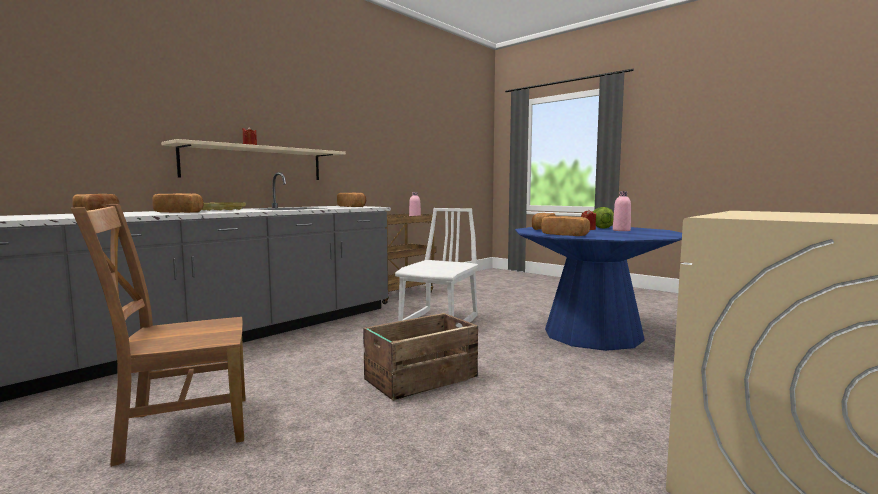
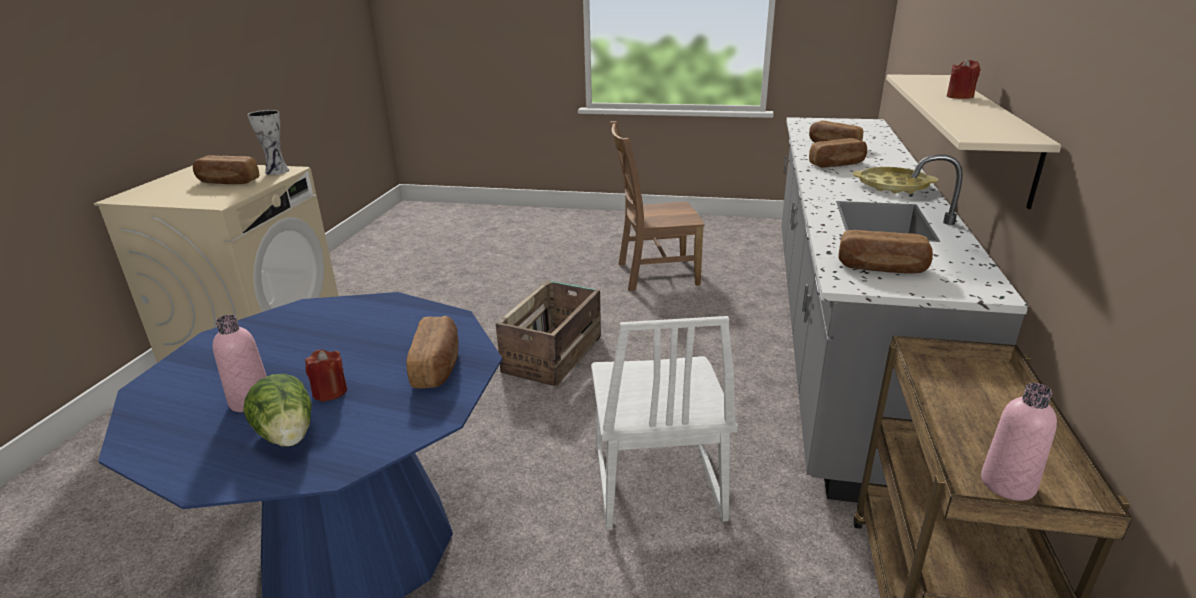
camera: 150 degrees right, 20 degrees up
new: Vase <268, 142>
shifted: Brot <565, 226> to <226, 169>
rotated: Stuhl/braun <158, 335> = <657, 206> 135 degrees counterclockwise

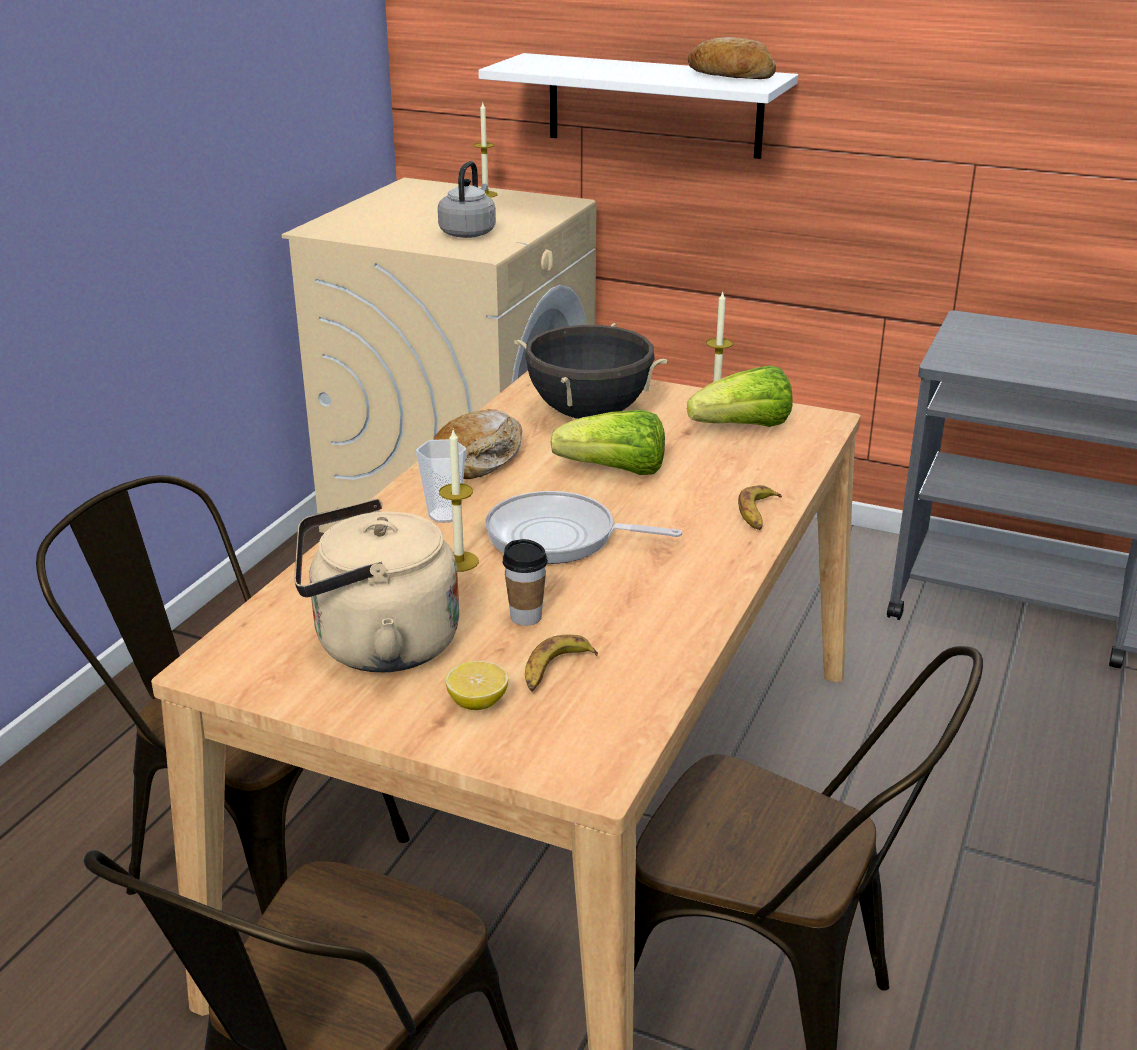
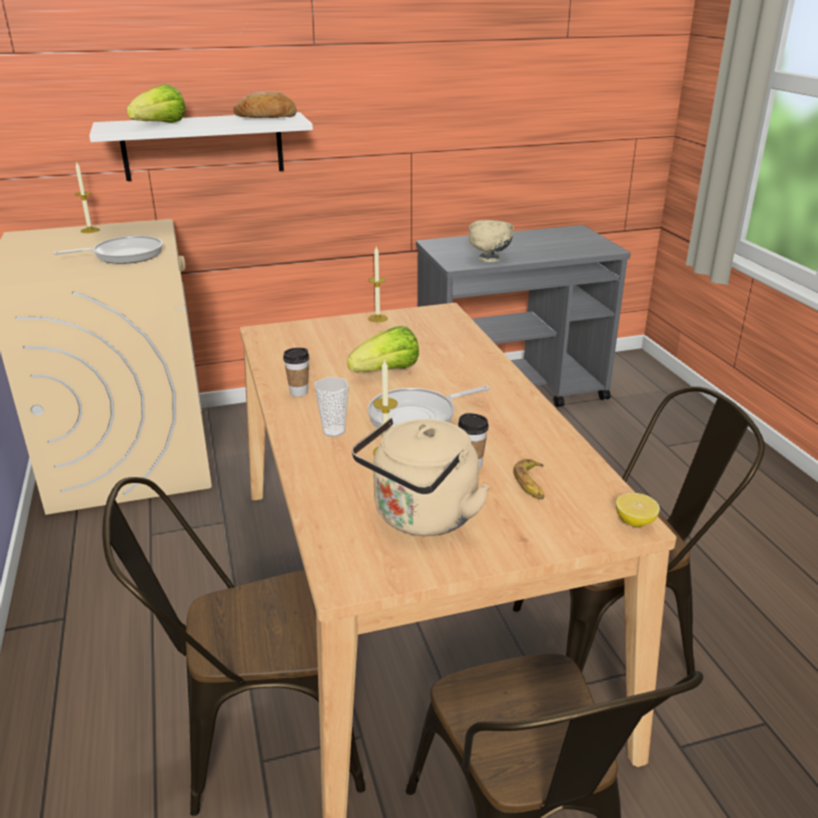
camera: 40 degrees left, 0 degrees up
gone: Kochtopf/schwarz <591, 371>; Banane <760, 507>
new: Schüssel/beige <491, 241>
shifted: Zitrone <476, 685> to <638, 510>; Salatkopf <739, 396> to <156, 103>
swapped: Brot <477, 444> to Tasse <296, 372>; Wasserkessel/grau <467, 199> to Pfanne <108, 250>

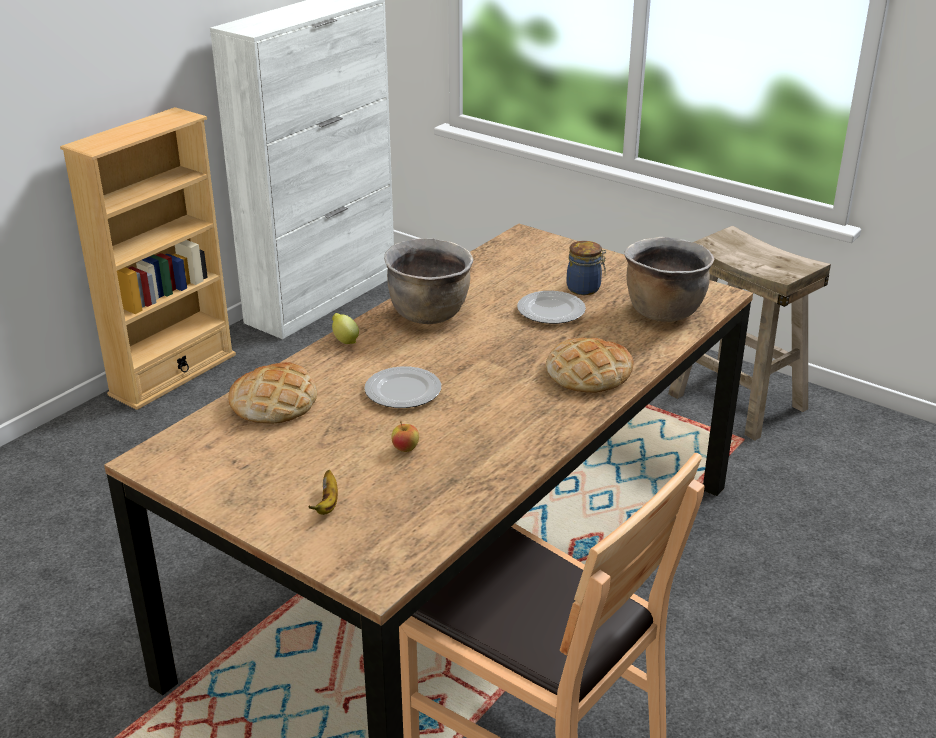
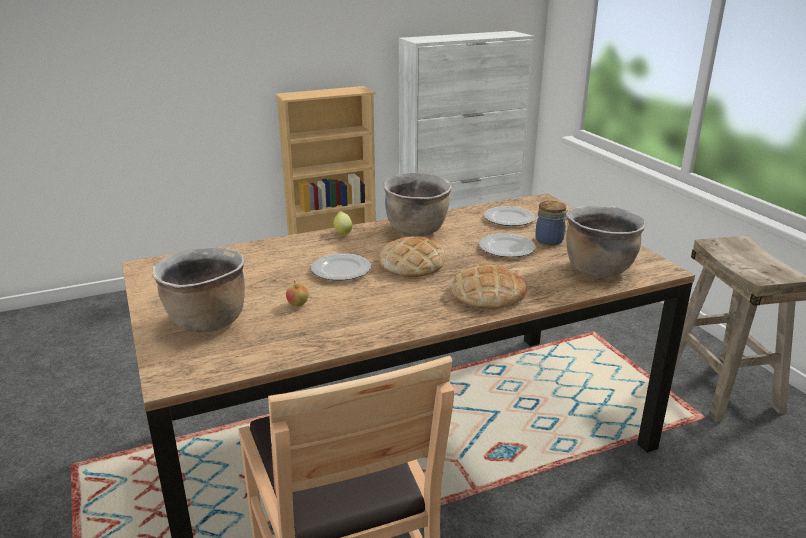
camera: 30 degrees right, 5 degrees down
new: Teller <509, 216>
shifted: Brot <272, 393> to <412, 256>
swapped: Banane <323, 492> to Kochtopf/braun <198, 289>

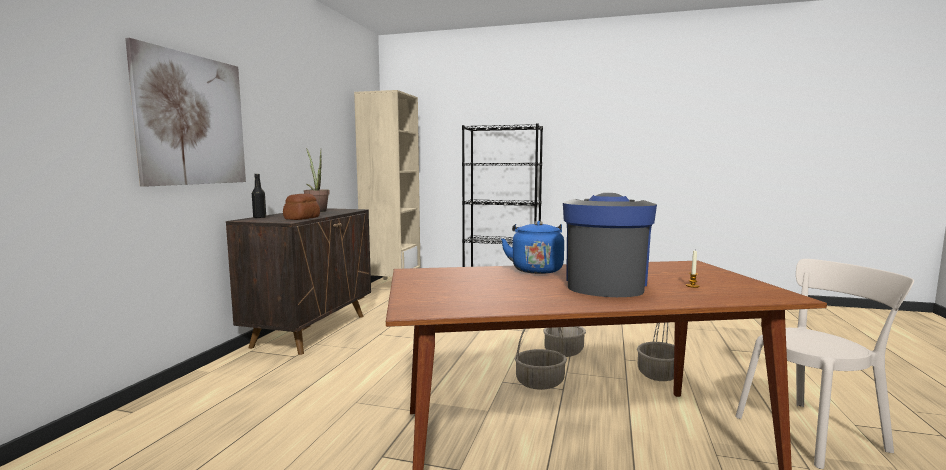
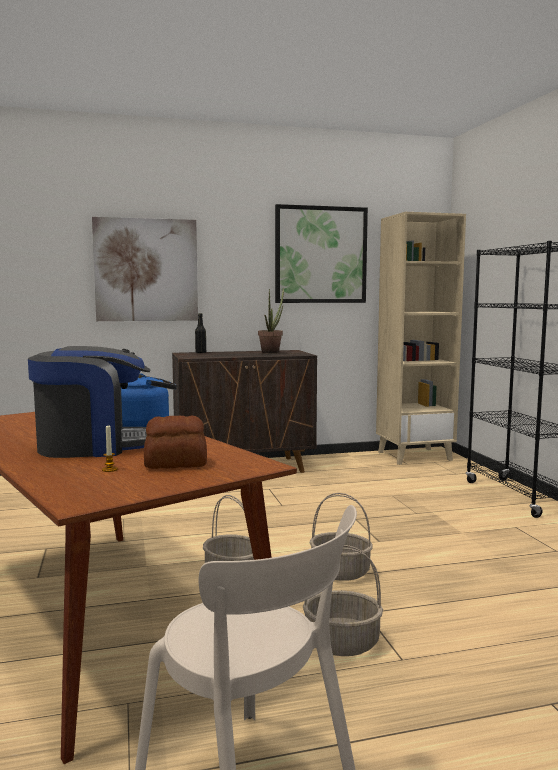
camera: 60 degrees right, 0 degrees up
new: Bild <321, 253>
shifted: Brot <301, 207> to <175, 442>

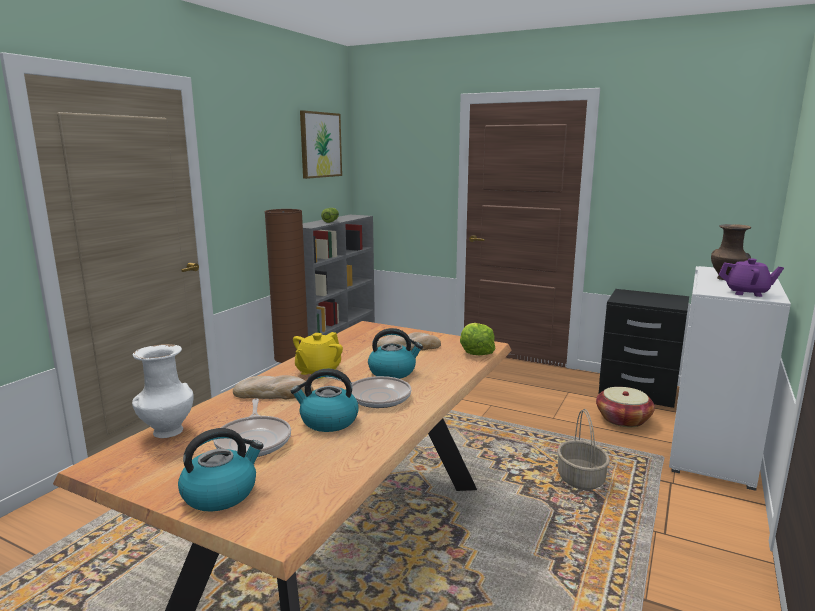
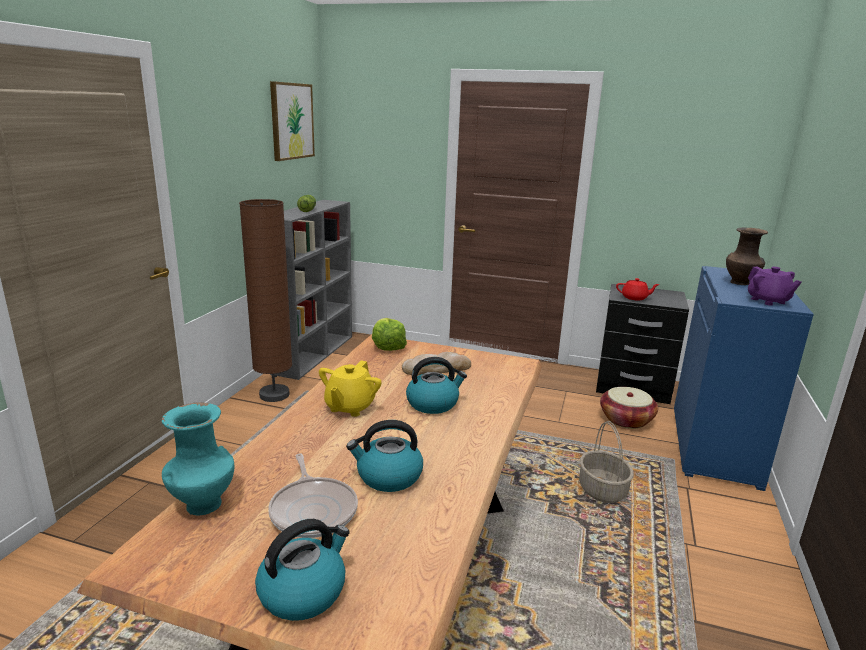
camera: 10 degrees left, 5 degrees up
gone: Brot <273, 387>; Pfanne <368, 392>
new: Teekanne/rot <638, 289>
shifted: Salatkopf <478, 339> to <389, 334>
repainted: Vase/weiß <163, 391> to Vase/türkis <198, 459>; Schrank/weiß <730, 378> to Schrank/blau <744, 378>
rotated: Teekanne/lila <751, 277> = <775, 286> 60 degrees clockwise

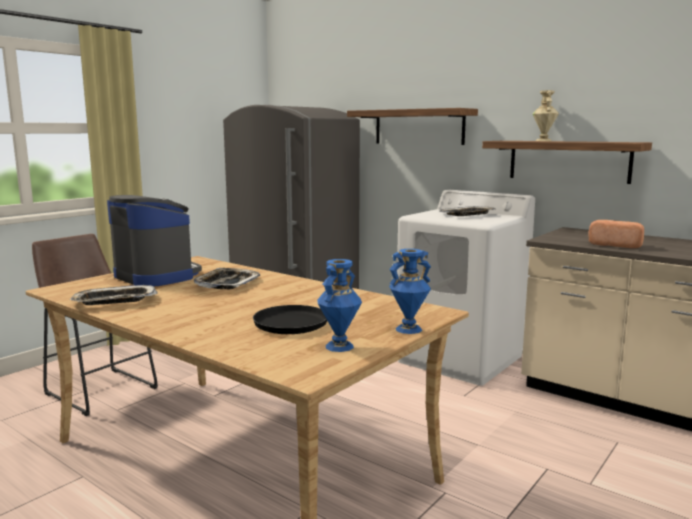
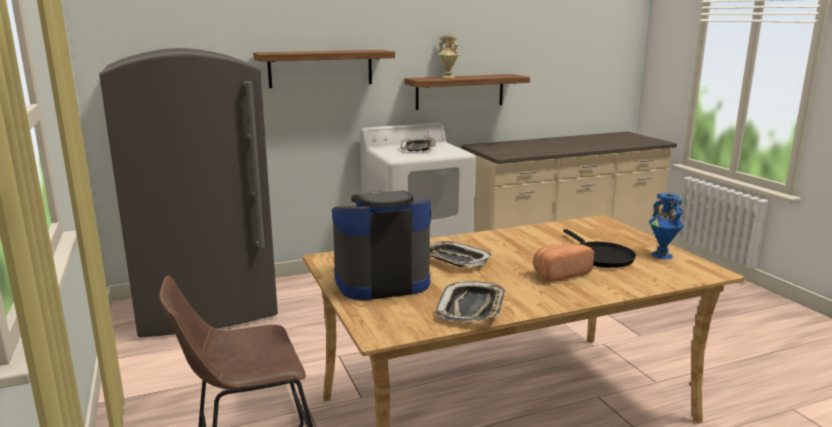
camera: 60 degrees left, 5 degrees up
gone: Vase/blau <410, 291>
shifted: Brot <616, 234> to <563, 262>

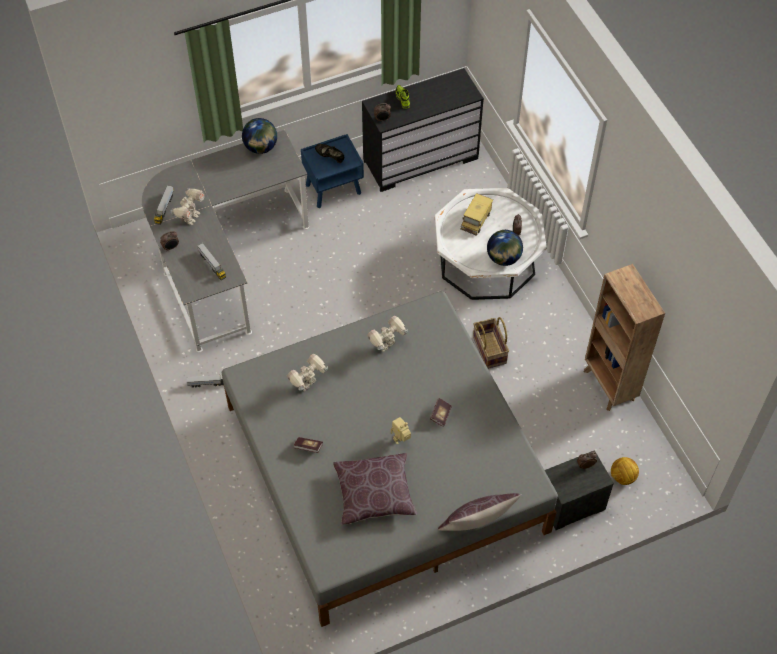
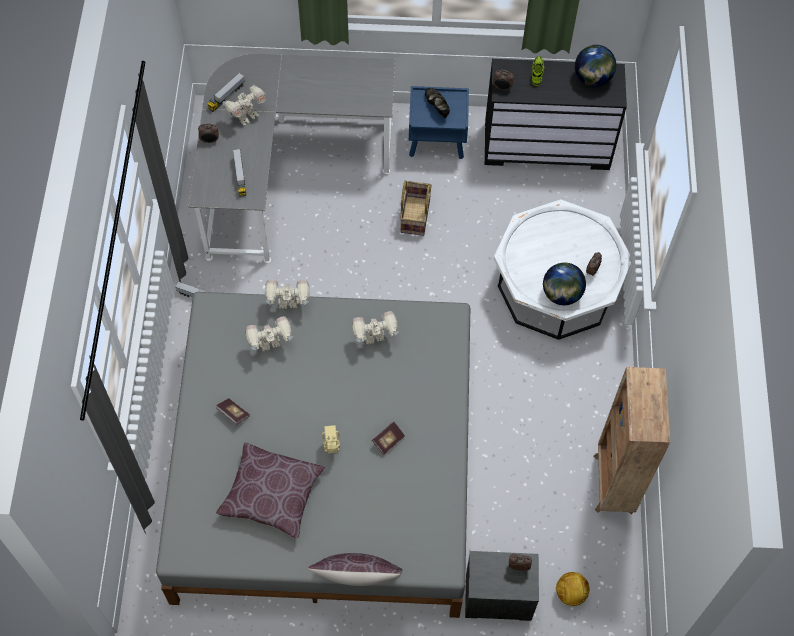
camera: 25 degrees right, 5 degrees up
gone: Spielzeuglaster <476, 214>
new: Spielzeugroboter <287, 294>
shifted: Globus <259, 136> to <595, 66>; Korb <491, 343> to <416, 208>

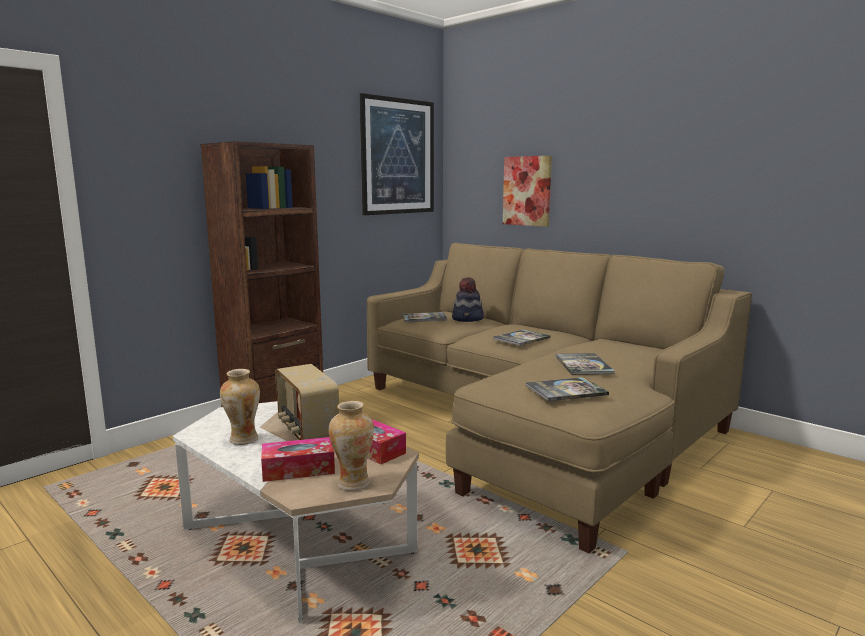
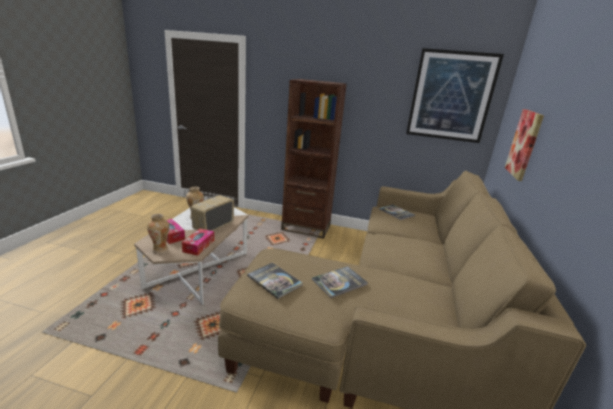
camera: 60 degrees right, 10 degrees up
gone: Hut <468, 299>; Buch <522, 337>

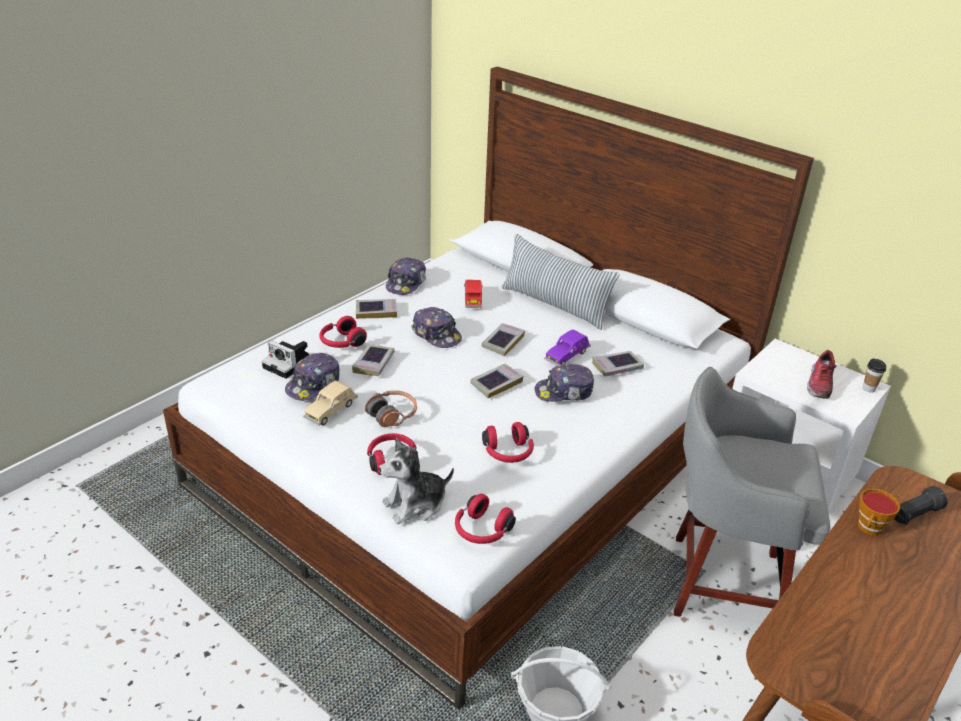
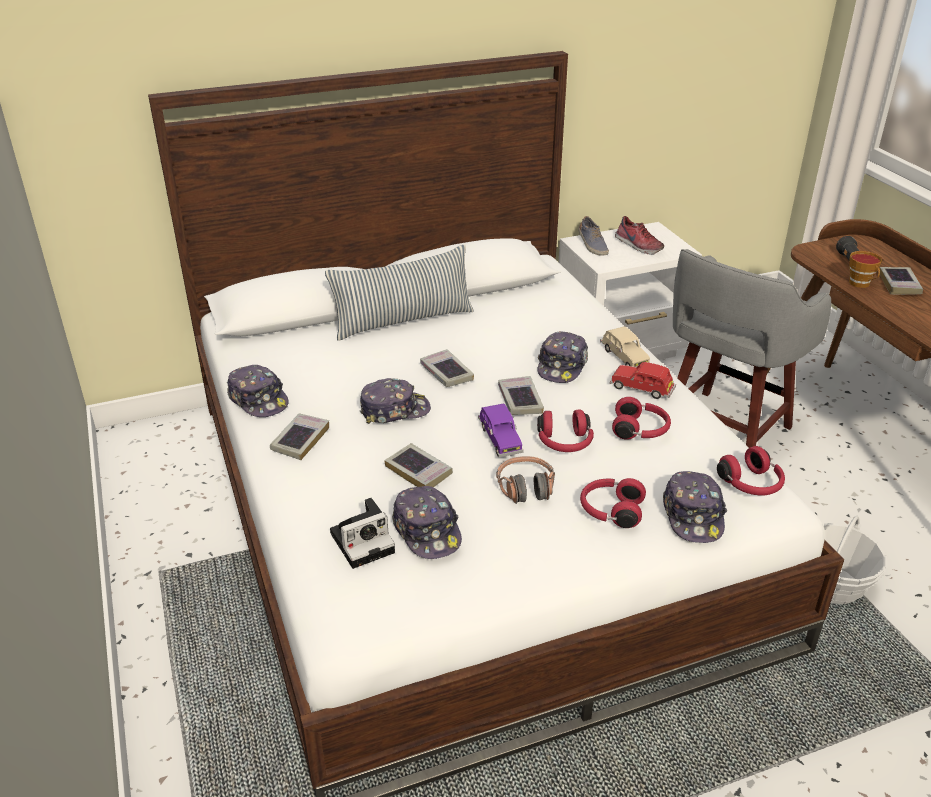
camera: 60 degrees left, 0 degrees up
gone: Tasse <874, 376>
new: Schuh <593, 236>
shifted: Spielzeugauto/beige <330, 403> to <625, 347>; Kopfhörer/rot <343, 332> to <565, 430>; Spielzeugauto/rot <473, 294> to <643, 380>; Spielzeugauto/lila <567, 348> to <501, 430>; Buch <618, 364> to <901, 281>
swapped: Plüschtier <416, 481> to Kappe <695, 507>

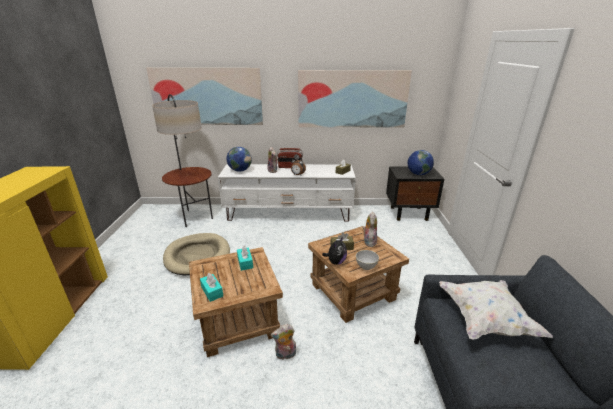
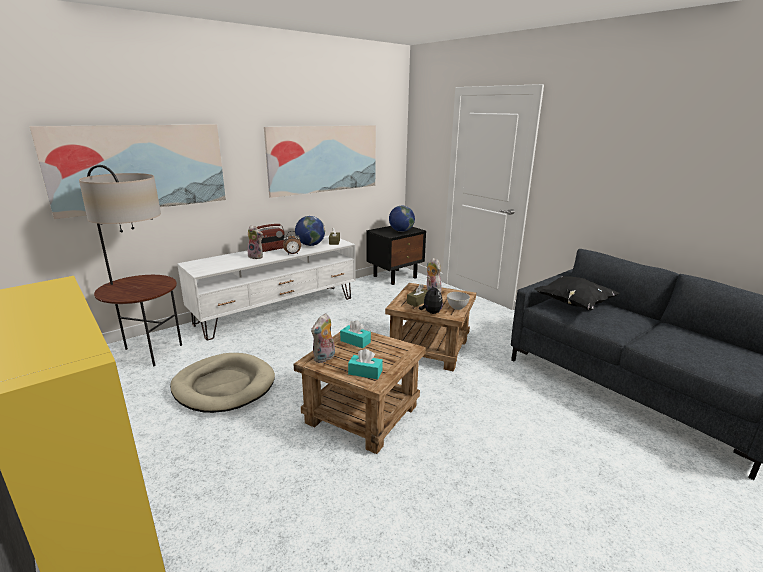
camera: 40 degrees left, 5 degrees down
shifted: Globus <239, 159> to <310, 231>; Plüschtier <283, 342> to <323, 338>
repainted: Kissen/weiß <496, 309> to Kissen/schwarz <577, 293>

